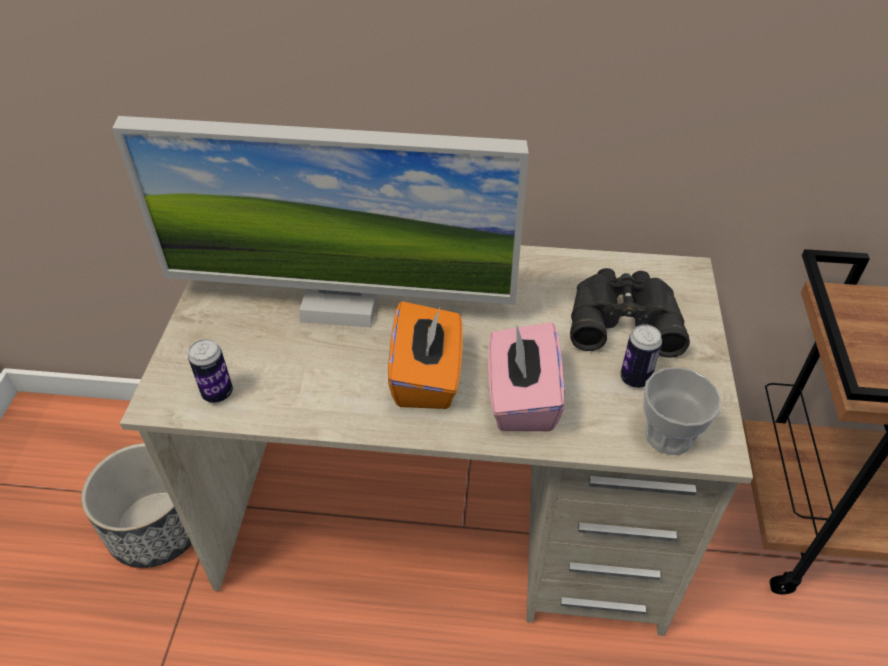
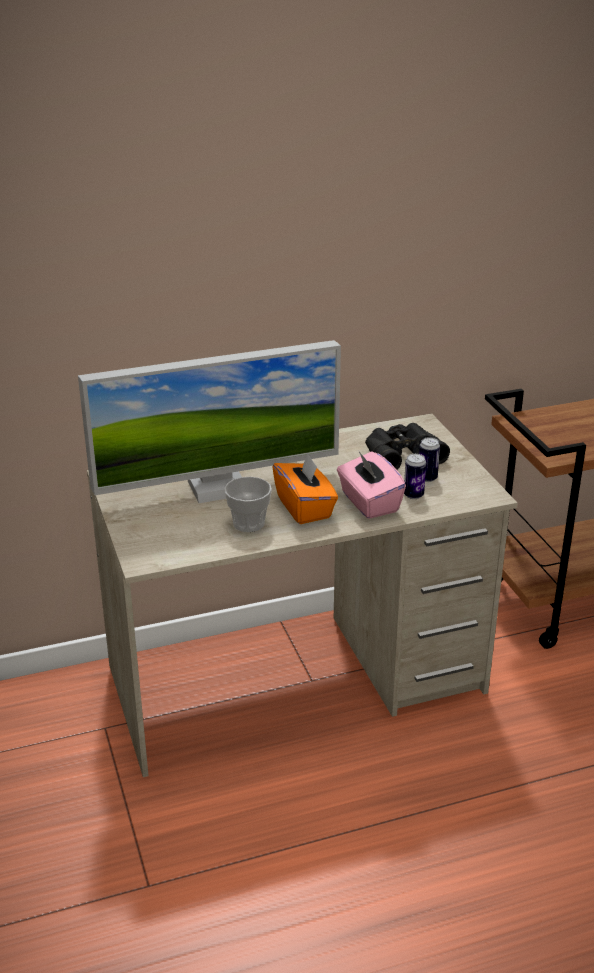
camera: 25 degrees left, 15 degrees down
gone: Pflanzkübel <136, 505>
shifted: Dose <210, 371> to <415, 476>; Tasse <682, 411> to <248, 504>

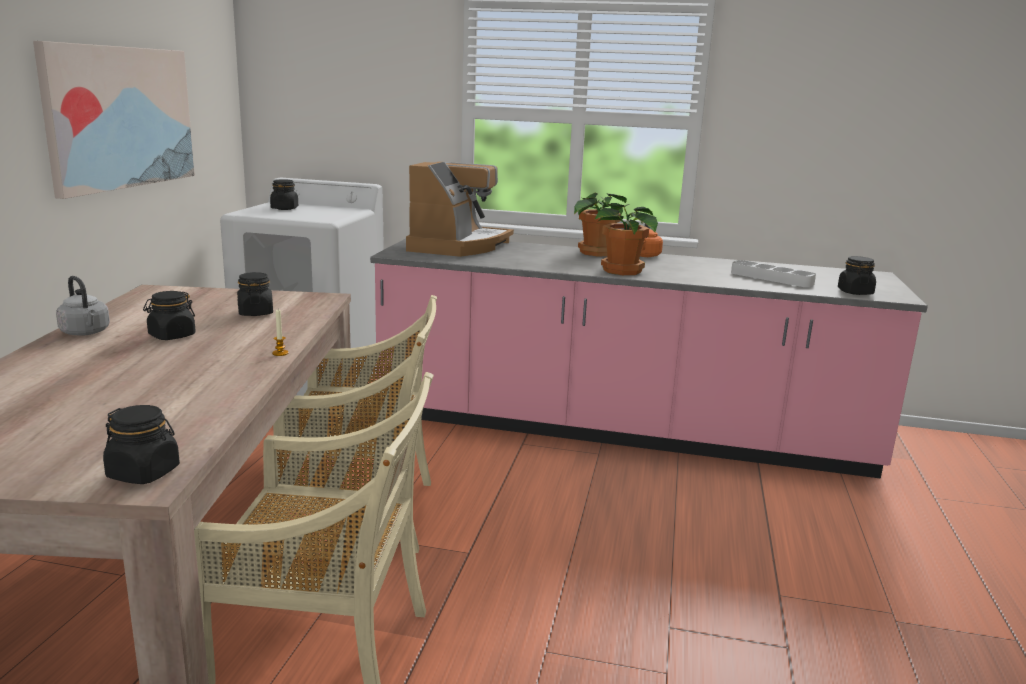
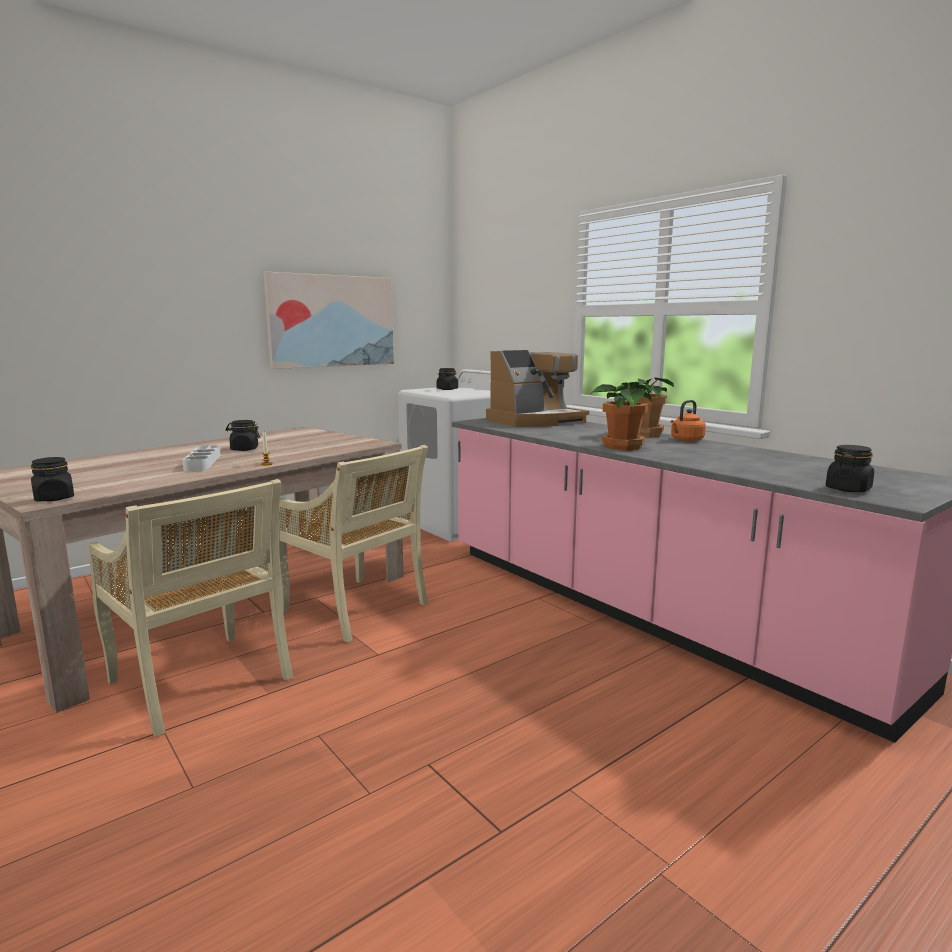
camera: 40 degrees right, 5 degrees down
gone: Wasserkessel/grau <83, 306>; Vorratsglas/schwarz <255, 294>
shifted: Tablett/weiß <773, 273> to <201, 458>

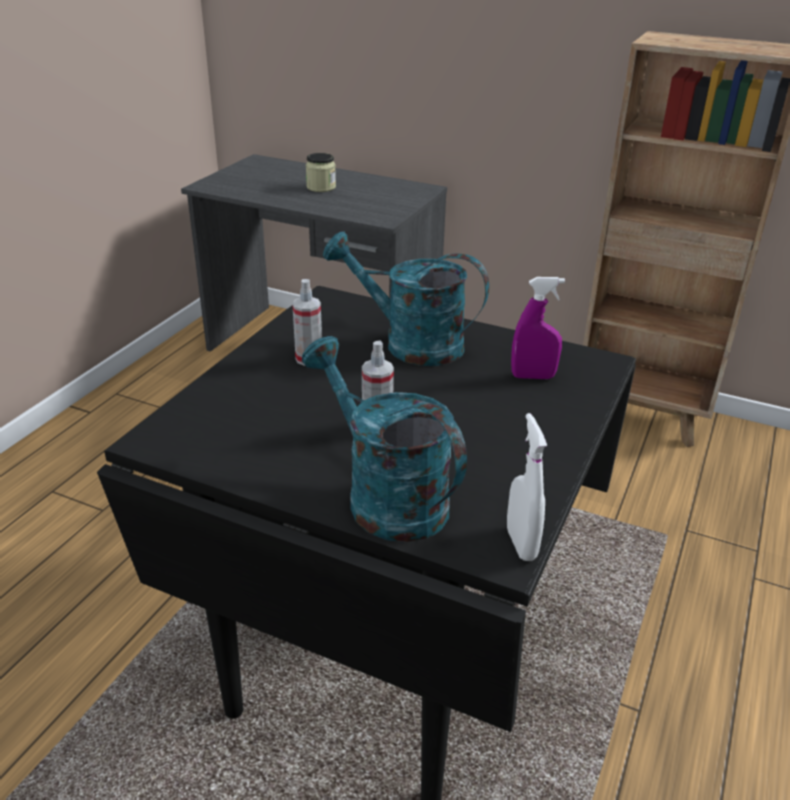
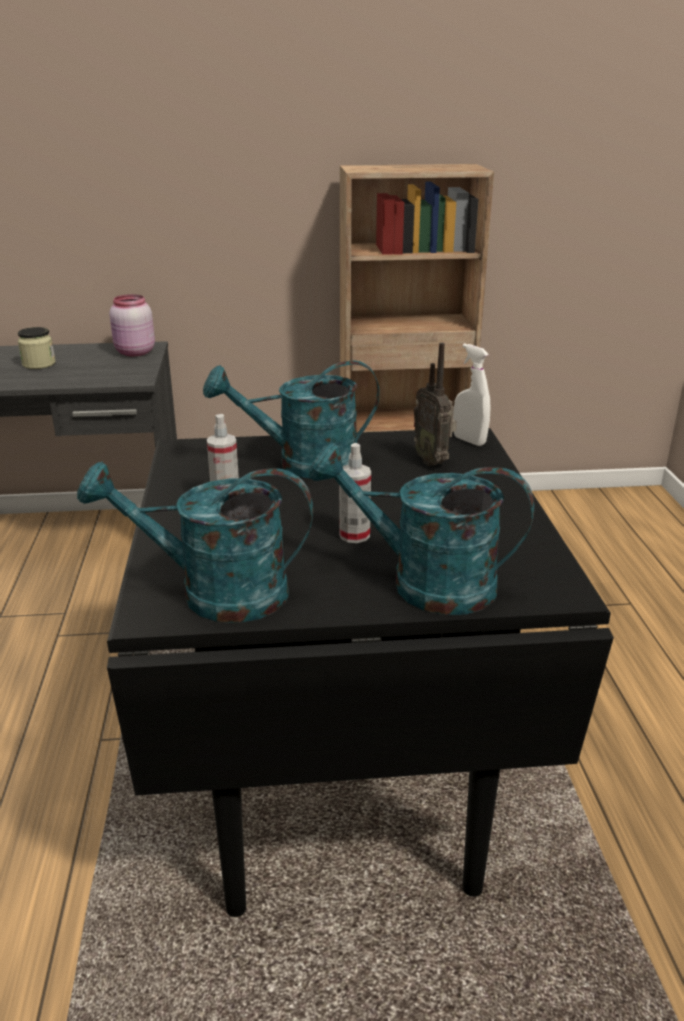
camera: 30 degrees left, 5 degrees down
new: Gießkanne/türkis <195, 542>; Vorratsglas/rosa <132, 325>
shifted: Sprühflasche/weiß <527, 487> to <471, 394>
swapped: Sprühflasche/lila <538, 328> to Radio <435, 404>

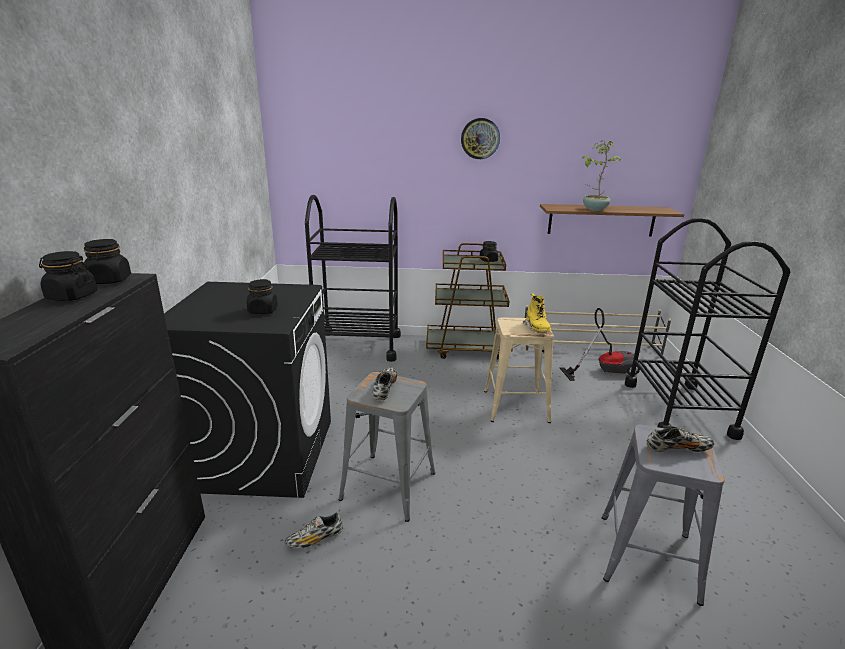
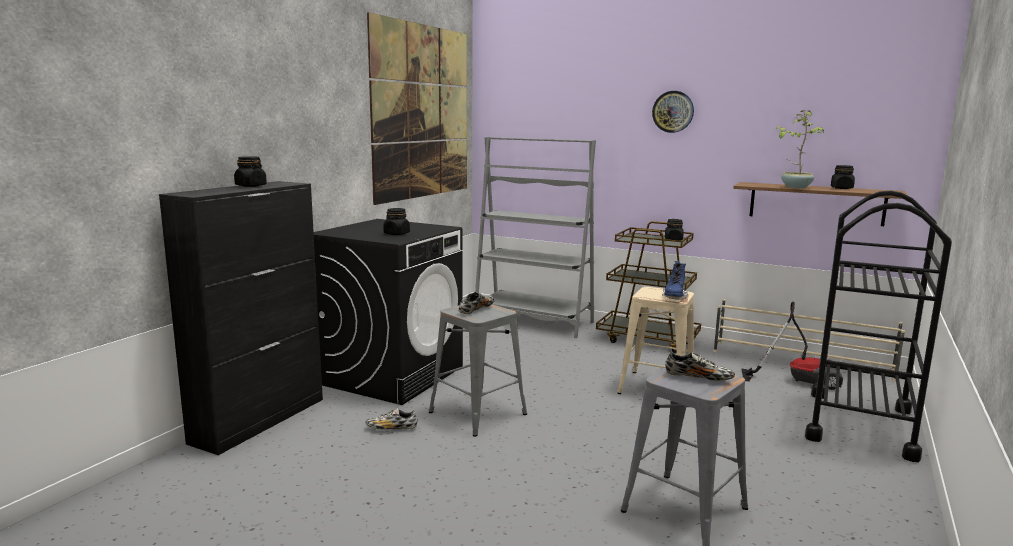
camera: 25 degrees right, 10 degrees down
new: Bild <417, 108>
shifted: Vorratsglas/schwarz <107, 261> to <843, 177>
swapped: Rollwagen/schwarz <353, 278> to Bücherregal/grau <535, 237>
repainted: Stiefel/gelb <537, 313> to Stiefel/blau <675, 280>

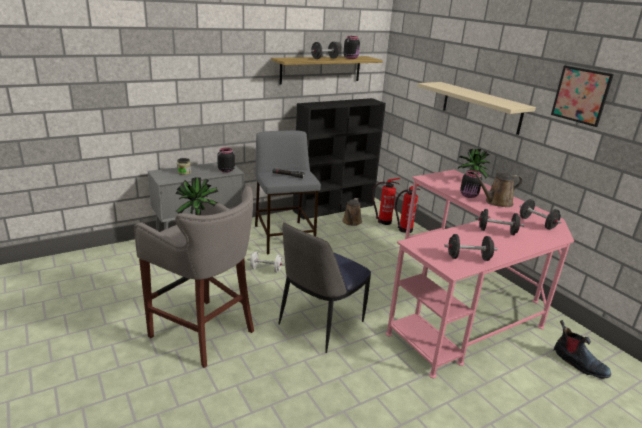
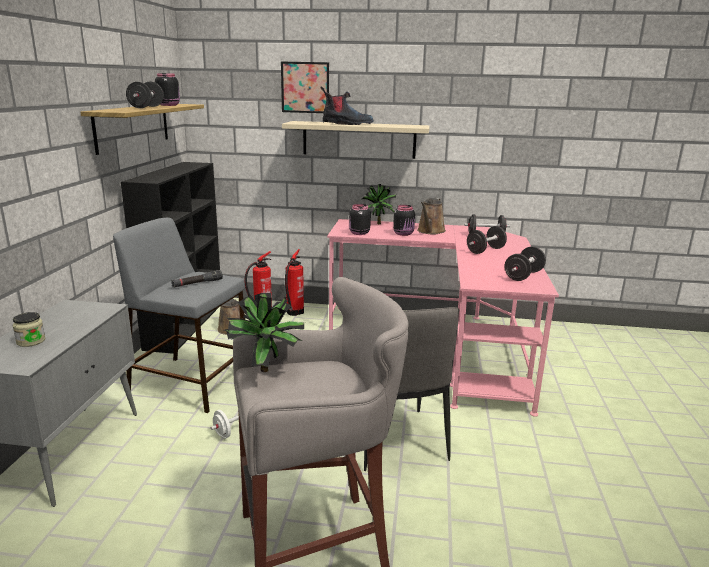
camera: 50 degrees left, 5 degrees down
shifted: Vorratsglas/schwarz <226, 160> to <360, 219>; Bild <582, 96> to <305, 87>; Stiefel <582, 349> to <347, 105>

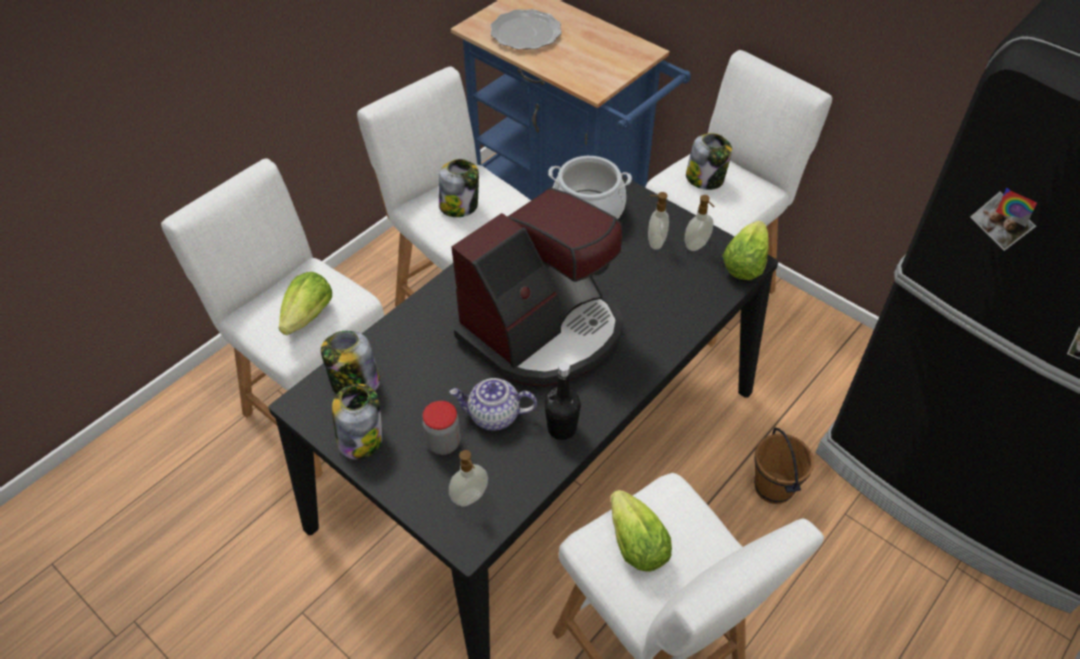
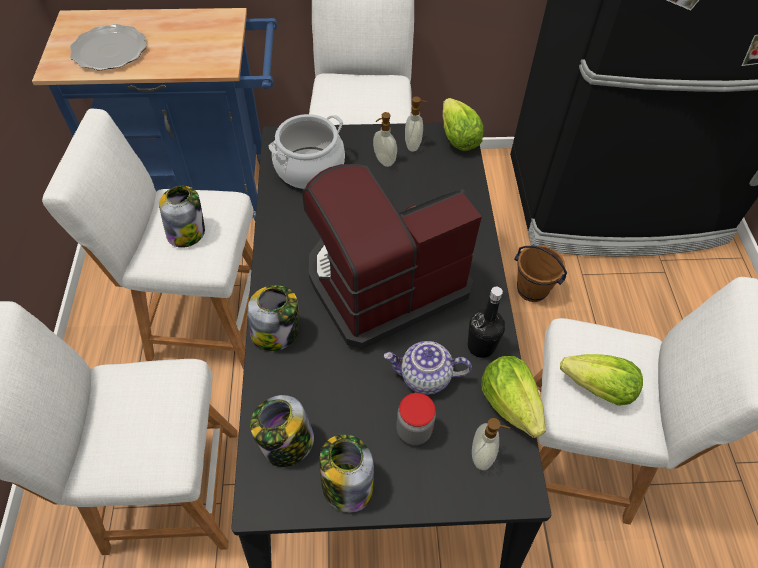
camera: 45 degrees left, 5 degrees up
shifted: Salatkopf <305, 303> to <513, 397>; Vorratsglas <709, 161> to <273, 318>
rotated: Teekanne <493, 404> = <428, 368> 45 degrees clockwise; Kaffeemaschine <537, 287> = <392, 256> 120 degrees counterclockwise

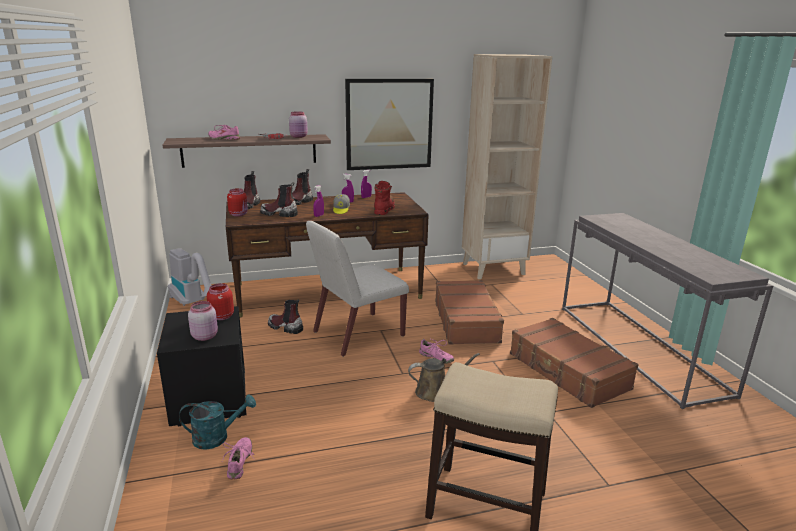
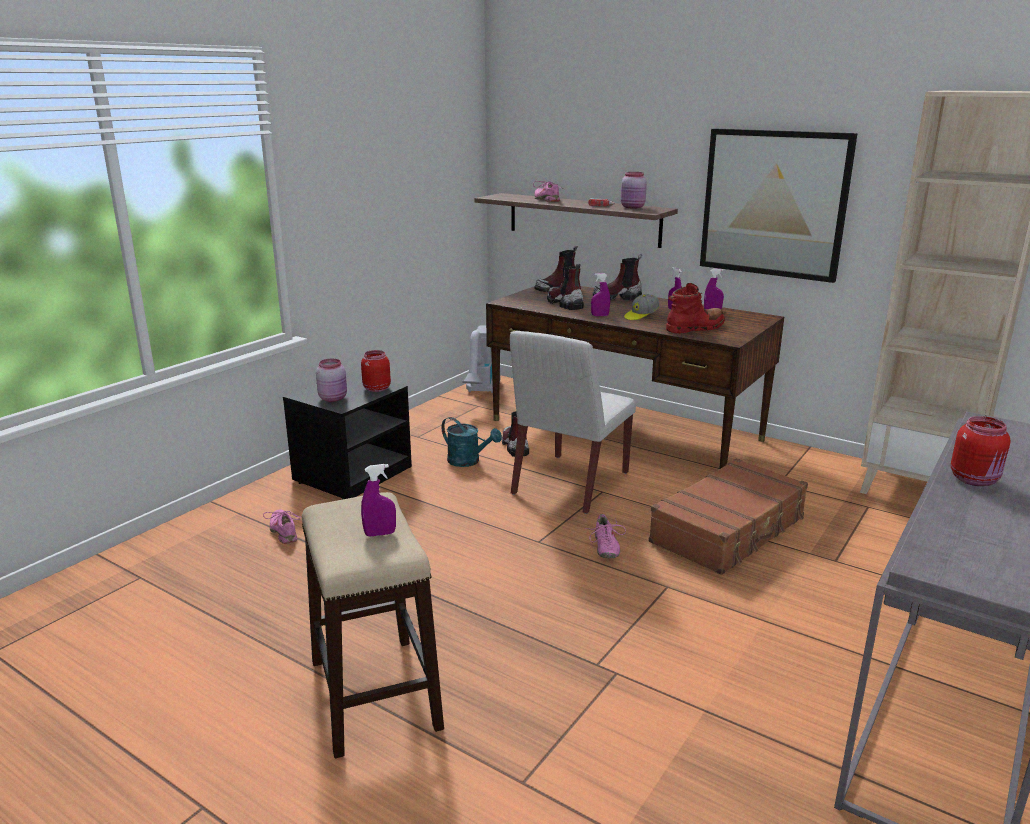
camera: 50 degrees right, 0 degrees up
gone: Gießkanne/braun <444, 377>; Koffer/braun <574, 363>
new: Sprühflasche/lila <378, 500>
shifted: Gießkanne/türkis <217, 422> to <472, 442>; Vorratsglas/rot <237, 202> to <980, 451>
rotated: Schuh/rosa <238, 458> = <282, 526> 75 degrees counterclockwise; Stuhl/weiß <357, 289> = <573, 422> 75 degrees counterclockwise

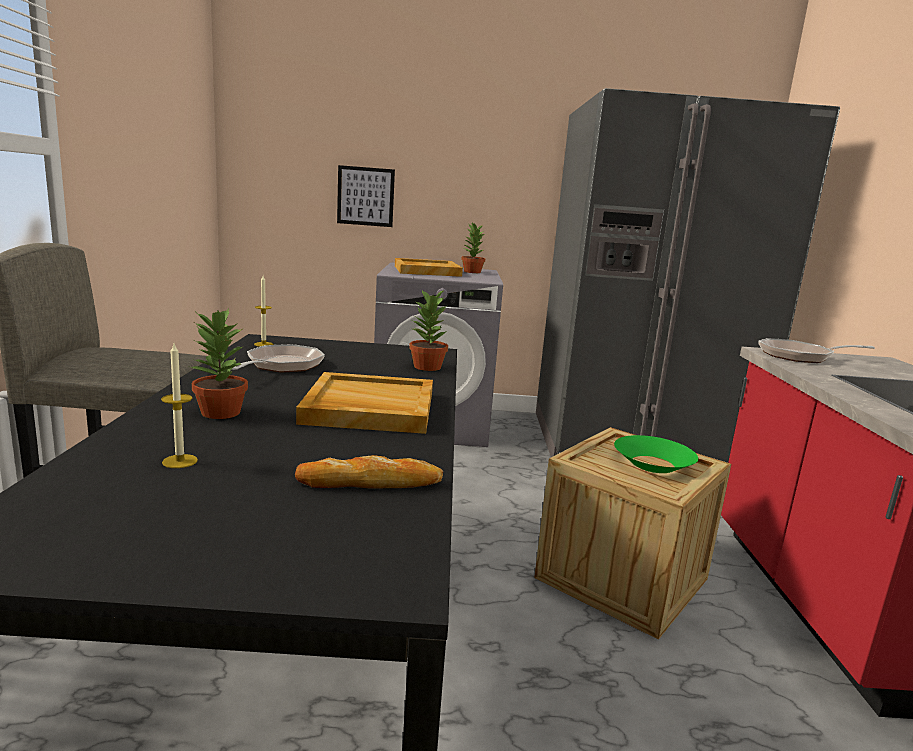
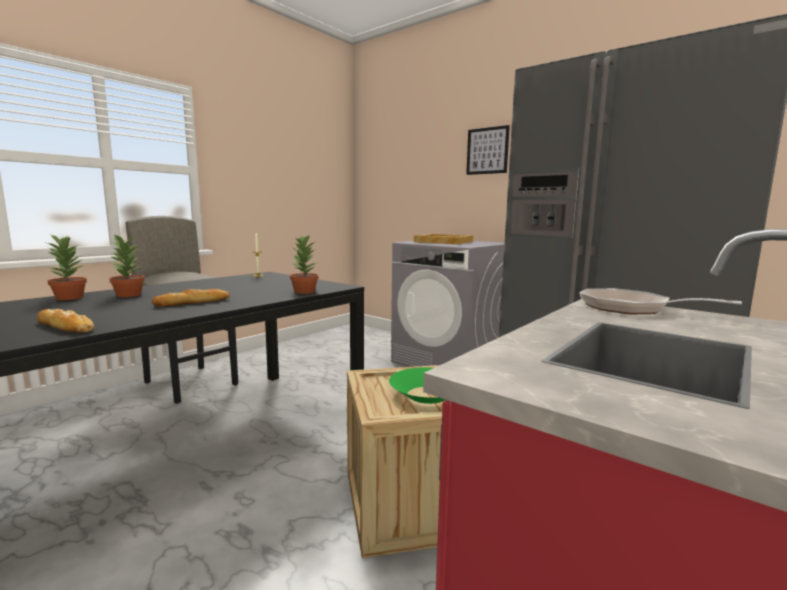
camera: 40 degrees right, 5 degrees down
gone: Kerze <179, 406>; Pfanne <278, 358>
shifted: Bild <366, 196> to <488, 150>; Topfpflanze <473, 247> to <67, 267>
swapped: Tablett/beige <364, 403> to Brot <191, 298>

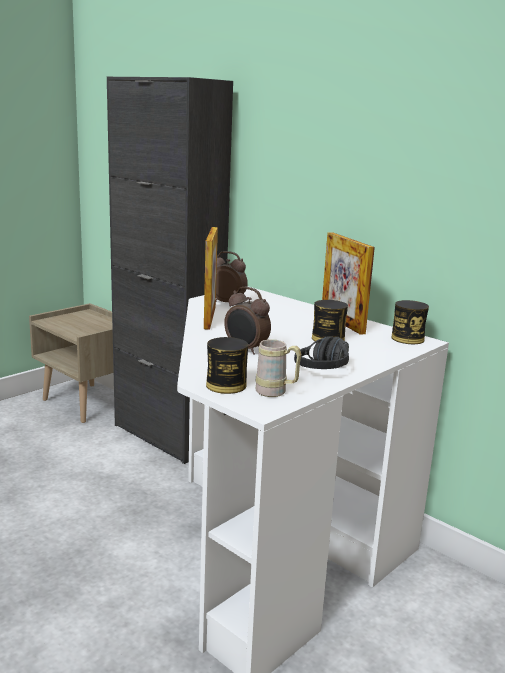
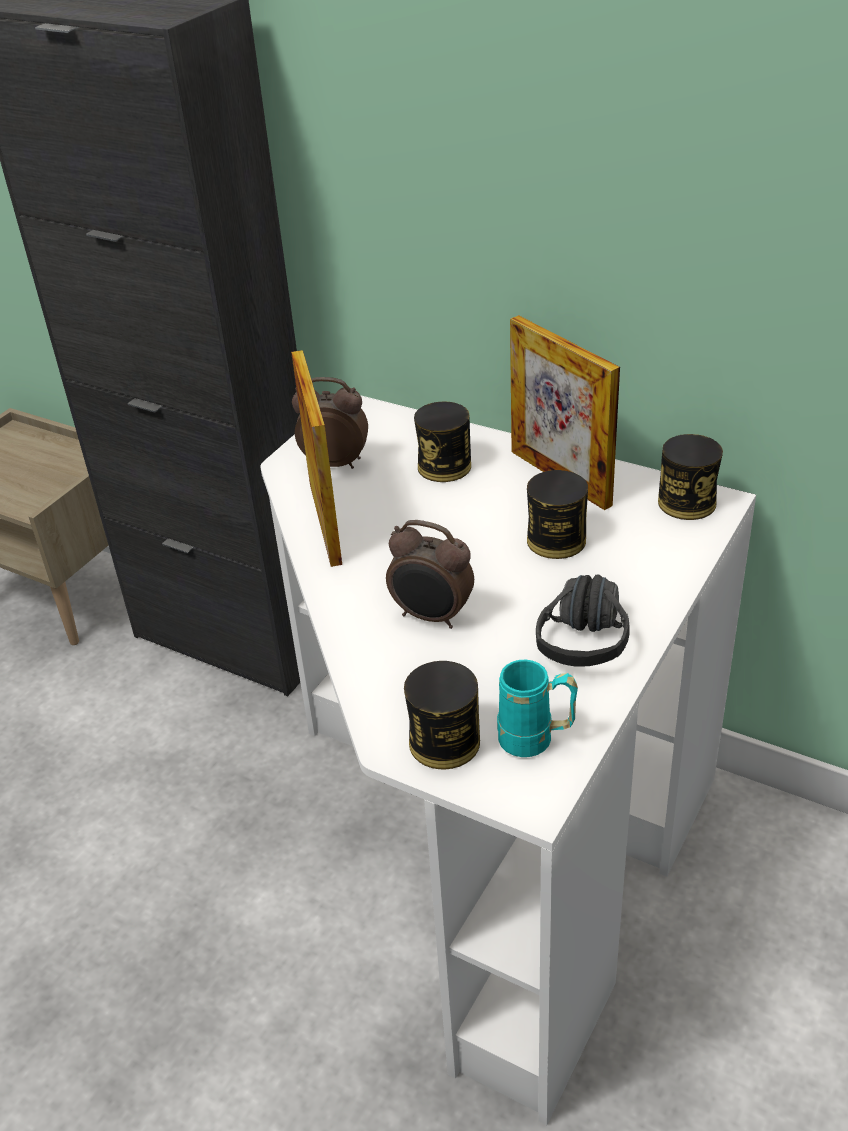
camera: 10 degrees left, 20 degrees up
new: Dose <442, 442>
repainted: Henkelbecher/beige <278, 368> to Henkelbecher/türkis <537, 708>

